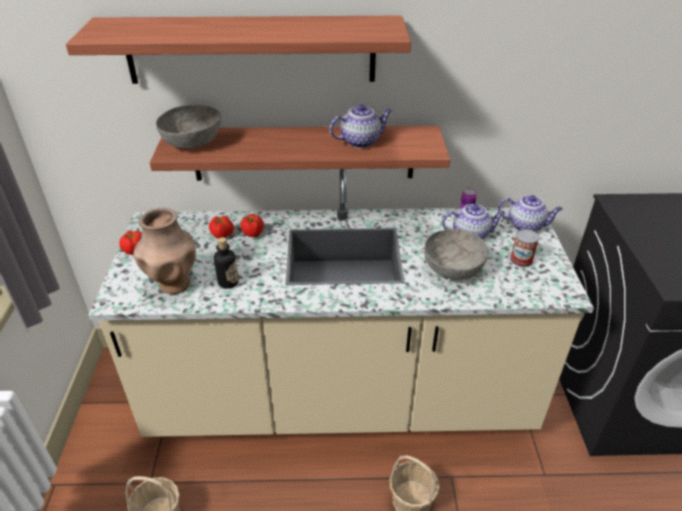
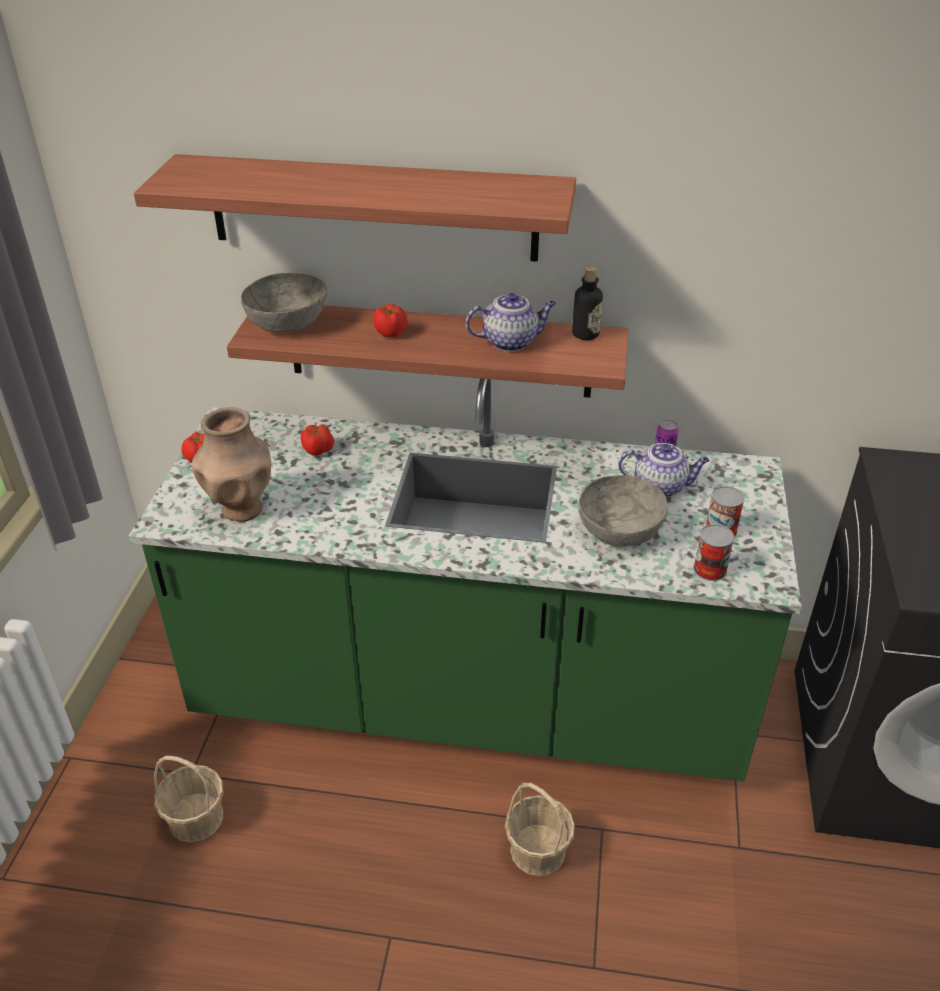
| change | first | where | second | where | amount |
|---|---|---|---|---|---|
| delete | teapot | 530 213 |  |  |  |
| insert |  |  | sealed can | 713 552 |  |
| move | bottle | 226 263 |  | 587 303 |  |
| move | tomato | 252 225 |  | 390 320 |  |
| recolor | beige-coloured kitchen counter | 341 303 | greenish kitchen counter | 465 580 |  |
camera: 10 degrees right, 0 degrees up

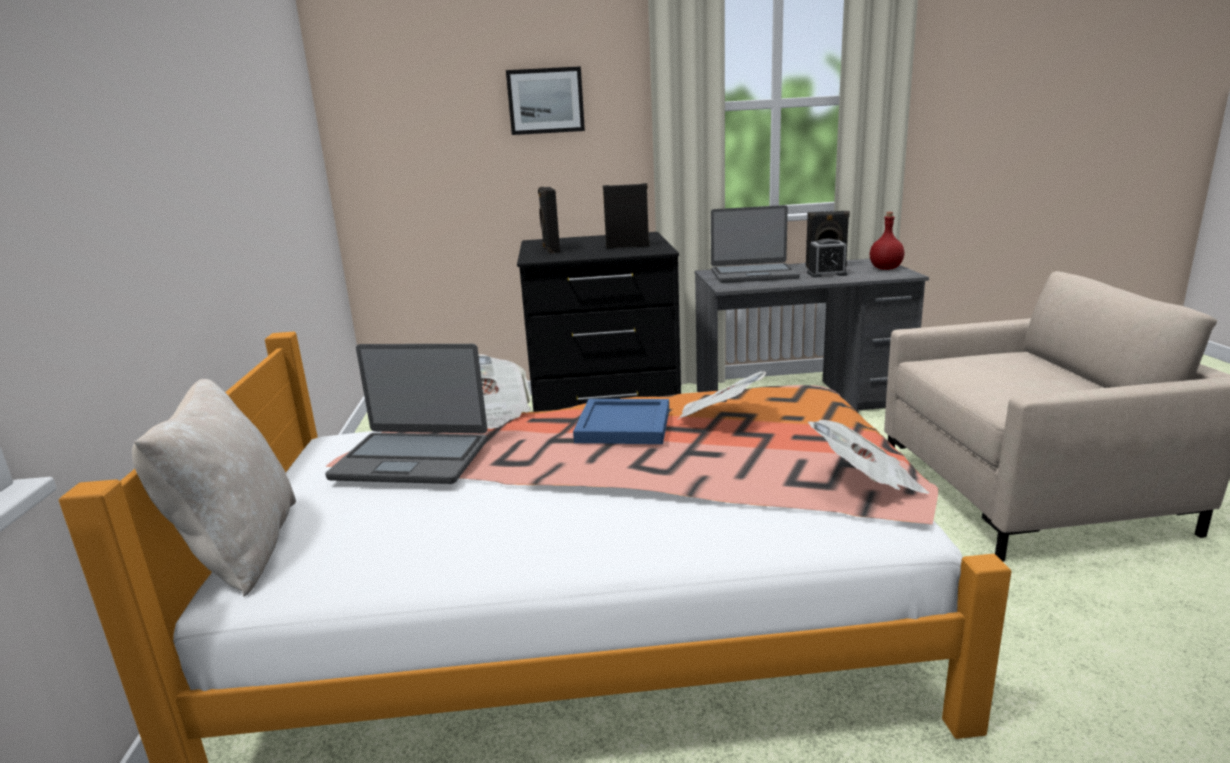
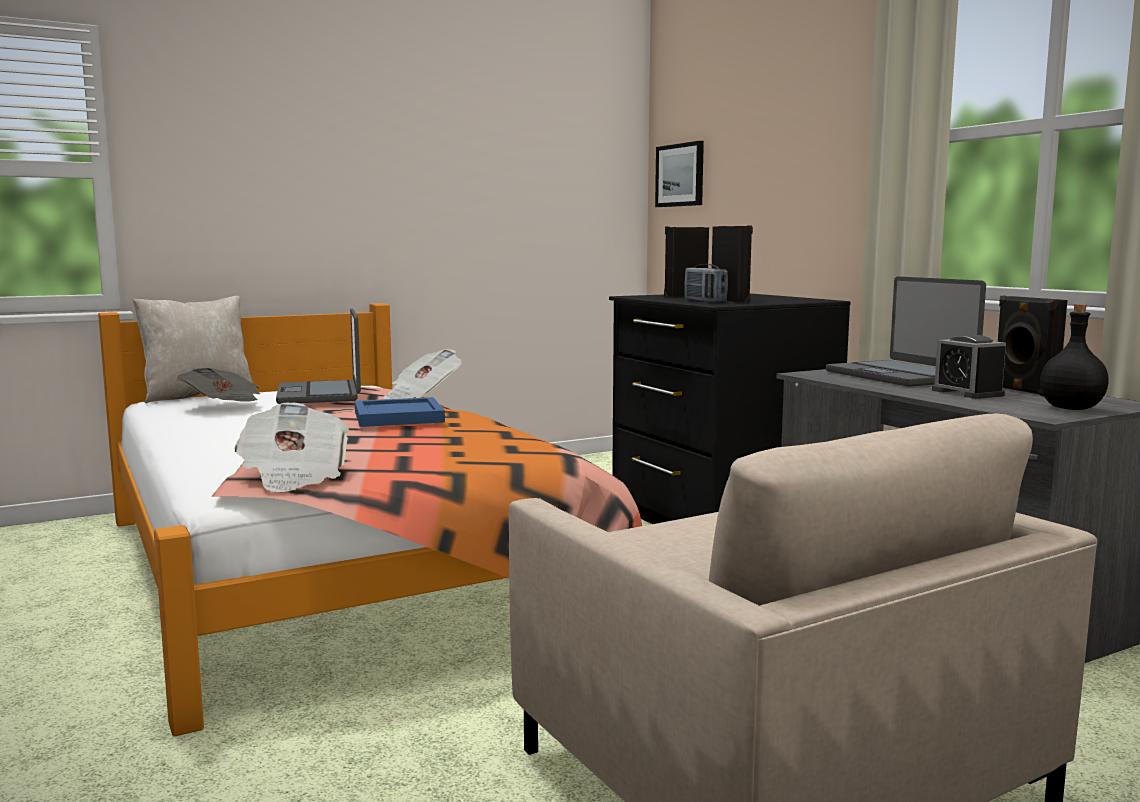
| change | first | where | second | where | amount |
|---|---|---|---|---|---|
| insert |  |  | radio | 706 283 |  |
| move | picture | 545 100 |  | 679 174 |  |
| move | daily paper | 722 394 |  | 218 385 |  |
| recolor | red-coloured bottle | 887 241 | black-coloured bottle | 1074 357 |  |
camera: 65 degrees right, 10 degrees down

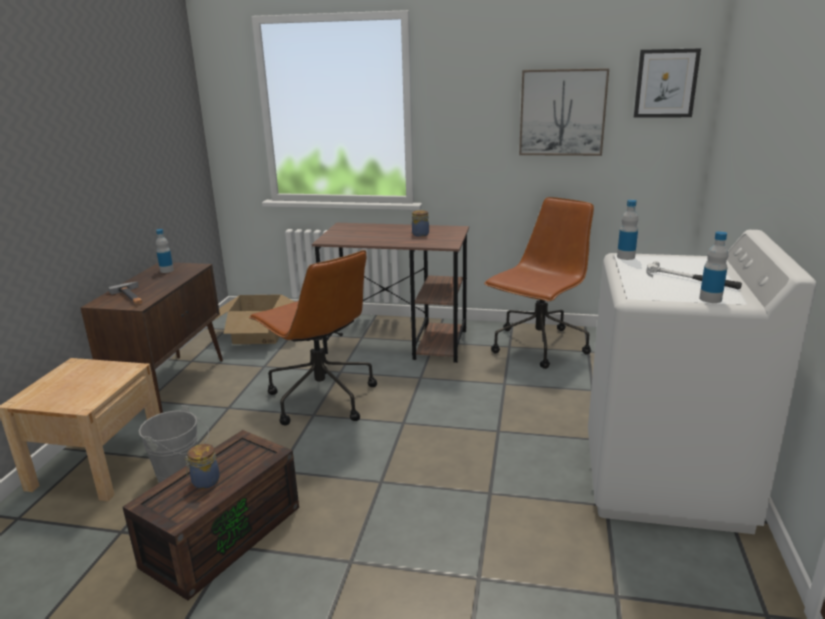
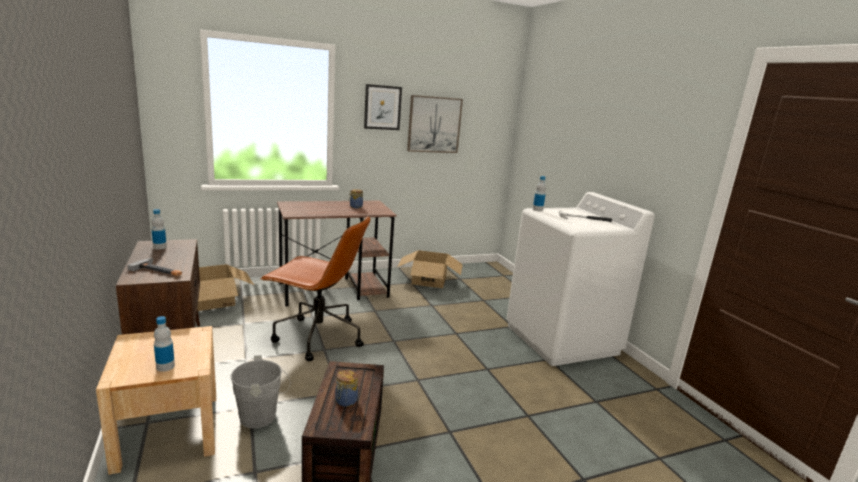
| change | first | where | second | where | amount |
|---|---|---|---|---|---|
| move | picture | 667 83 |  | 383 107 |  |
| move | bottle | 713 267 |  | 164 344 |  |
| replace | brownish office chair | 539 283 | packing box | 430 269 |  |
camera: 35 degrees left, 5 degrees down

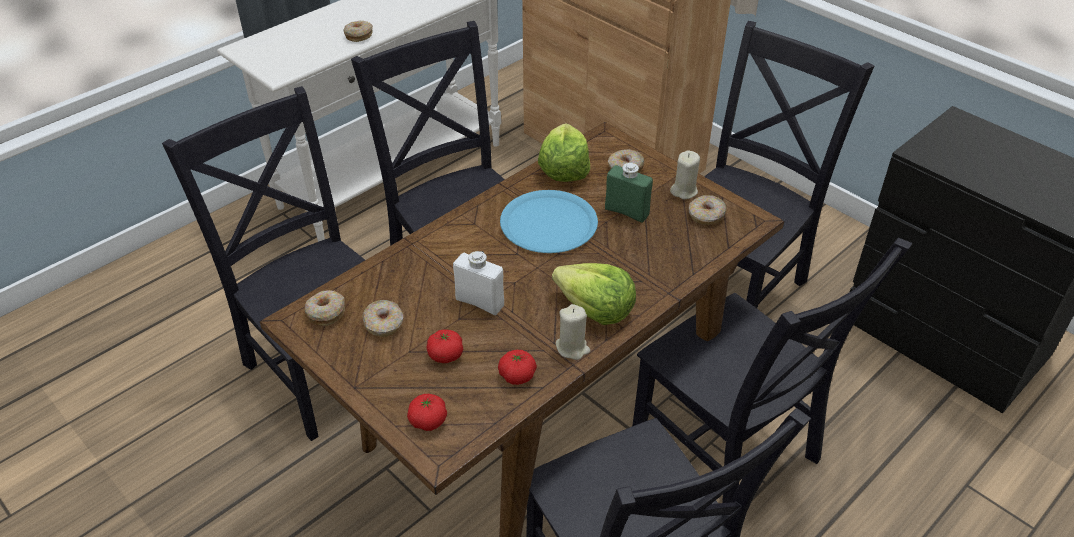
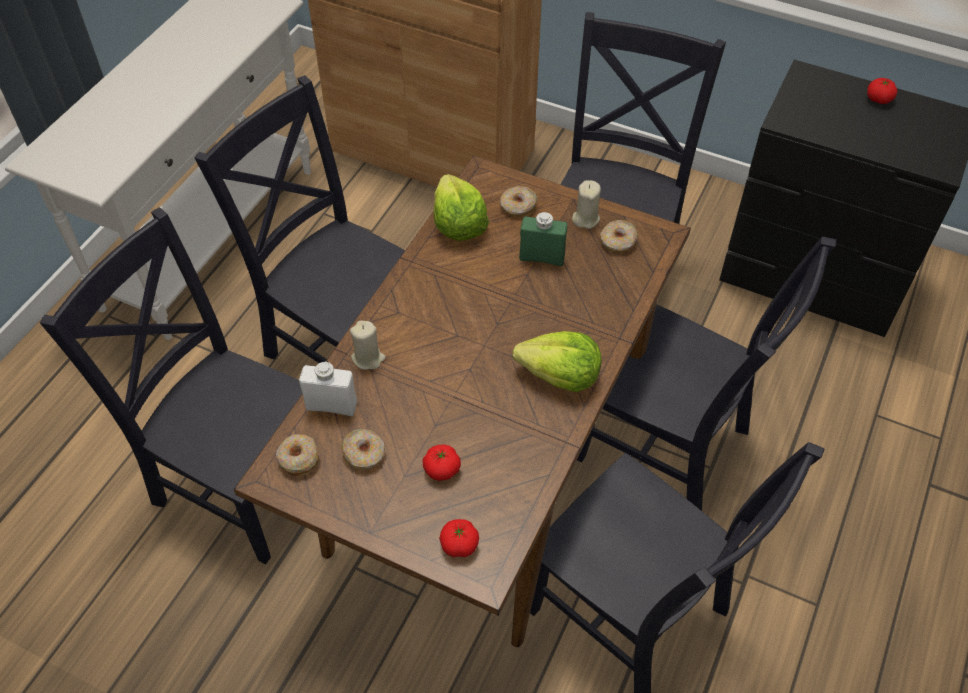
| change | first | where | second | where | amount |
|---|---|---|---|---|---|
| delete | ring doughnut | 358 31 |  |  |  |
| delete | blue-coloured dinner plate | 549 221 |  |  |  |
| move | white bottle | 478 283 |  | 328 388 |  |
| move | tomato | 517 367 |  | 882 91 |  |
| move | beige-coloured candle | 573 332 |  | 368 345 |  |
camera: 20 degrees left, 10 degrees up

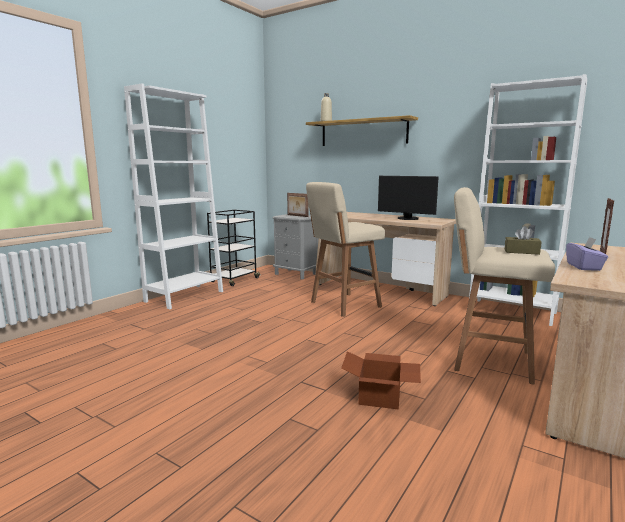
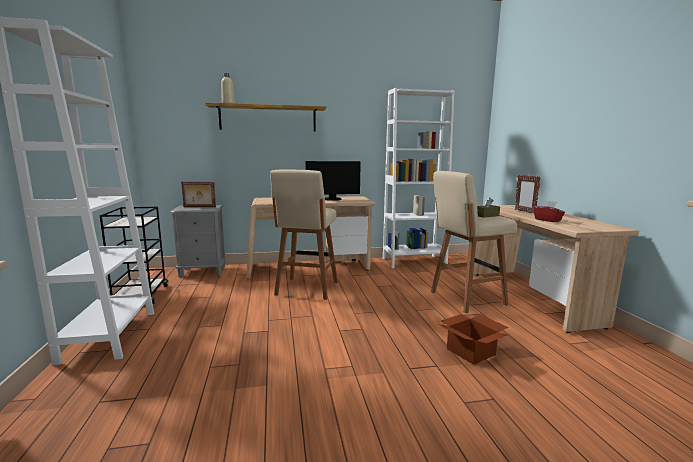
| change | first | where | second | where | amount |
|---|---|---|---|---|---|
| recolor | purplish box of tissues | 587 254 | red-coloured box of tissues | 549 211 |  |
camera: 45 degrees left, 0 degrees up

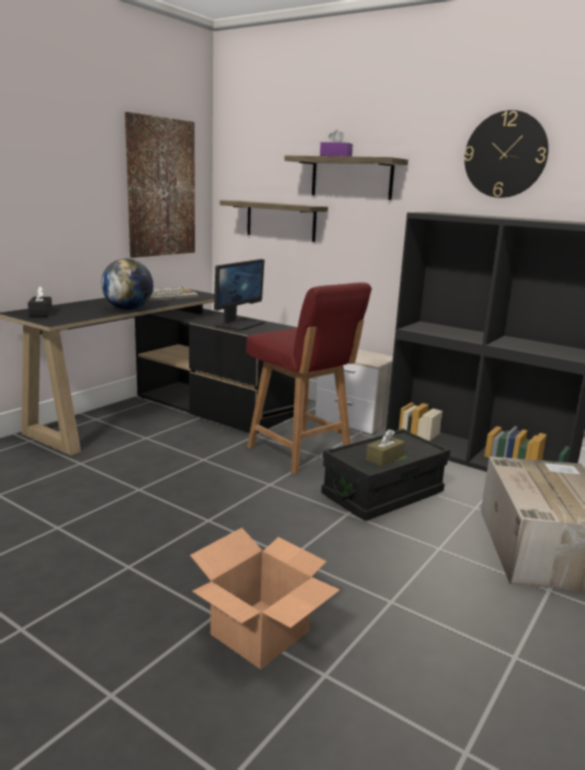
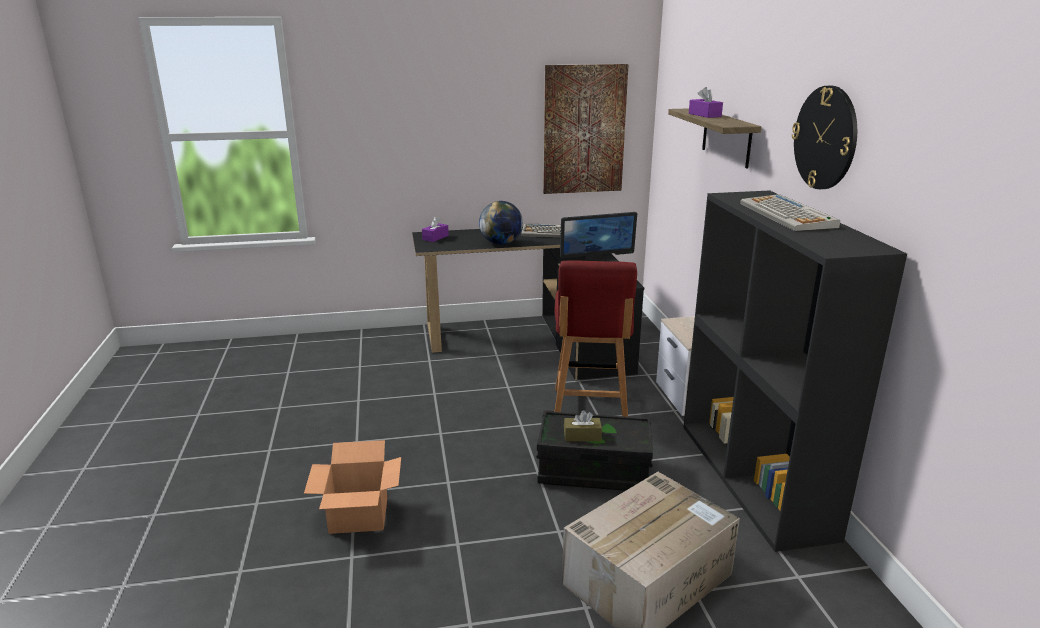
| change | first | where | second | where | amount |
|---|---|---|---|---|---|
| delete | wall shelf | 274 221 |  |  |  |
| insert |  |  | PC keyboard | 790 212 |  |
| recolor | black-coloured box of tissues | 40 301 | purplish box of tissues | 435 229 |  |
camera: 45 degrees right, 5 degrees up

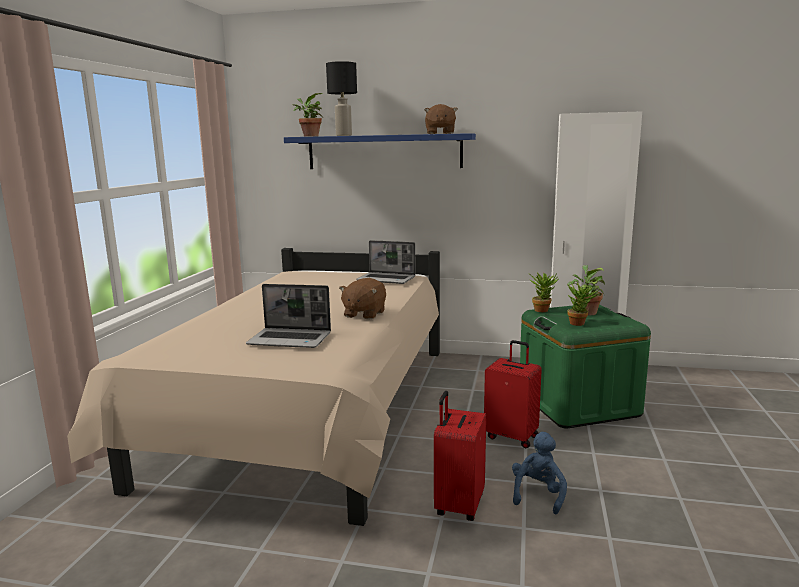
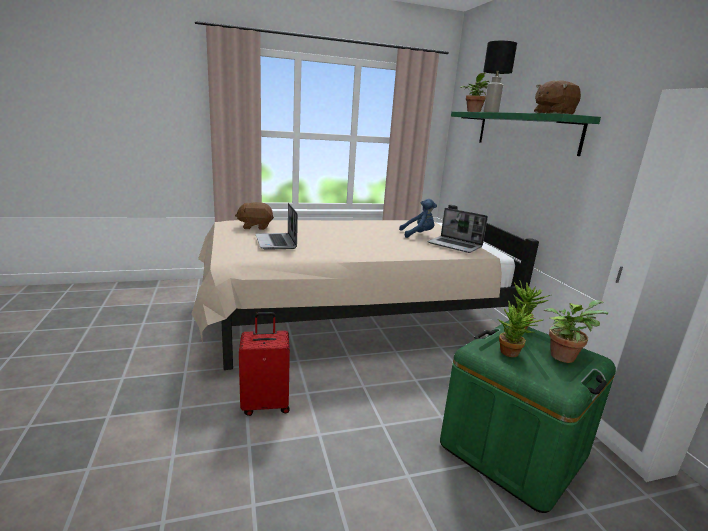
| change | first | where | second | where | amount |
|---|---|---|---|---|---|
| delete | red-coloured piece of luggage | 513 394 |  |  |  |
| move | brownish cuddly toy | 362 299 |  | 254 216 |  |
| move | blue-coloured cuddly toy | 539 473 |  | 418 218 |  |
| recolor | blue-coloured wall shelf | 380 151 | greenish wall shelf | 526 134 |  |
| rotate | notebook computer | 386 262 |  | 457 230 | 45 degrees counterclockwise |
camera: 60 degrees right, 5 degrees up

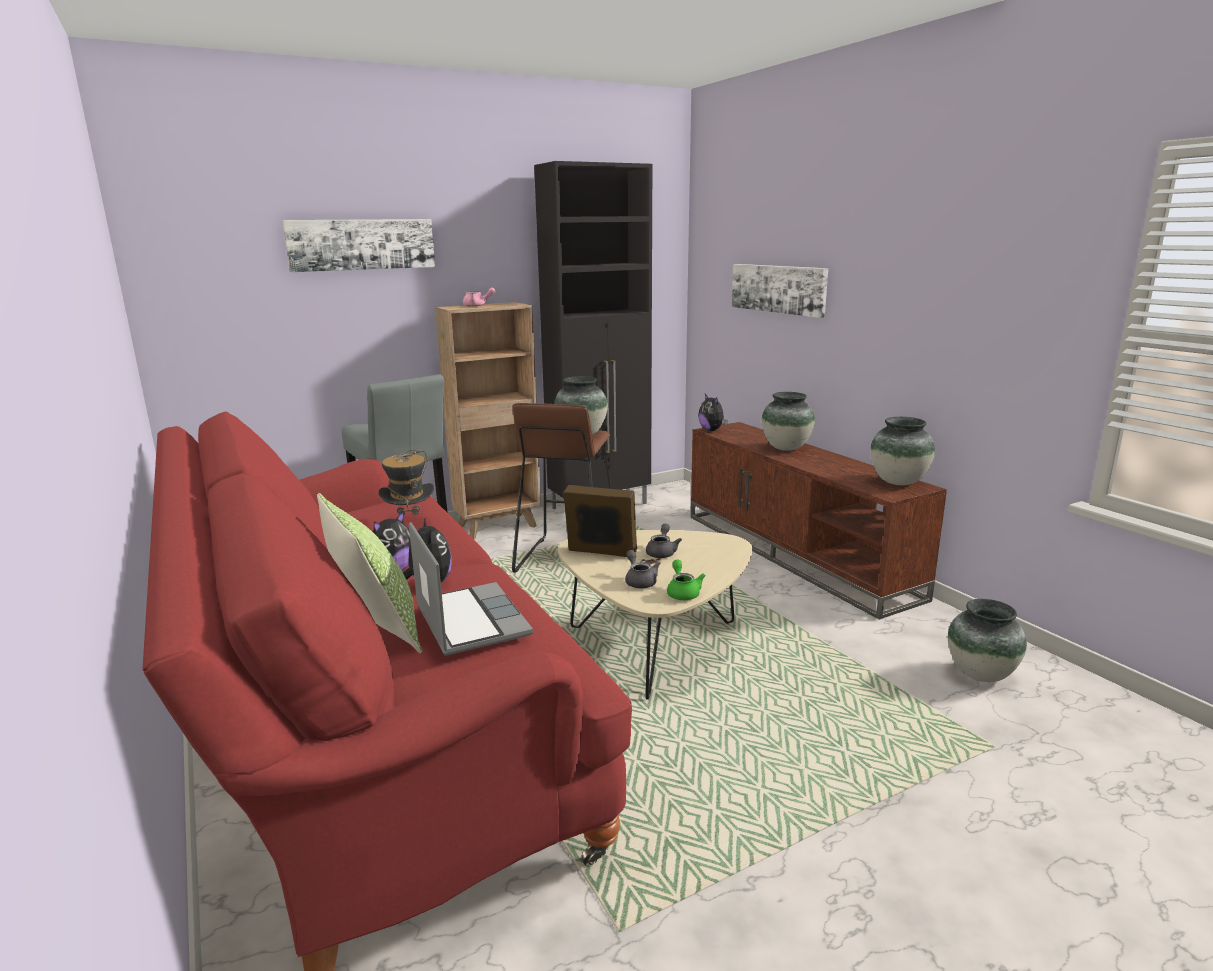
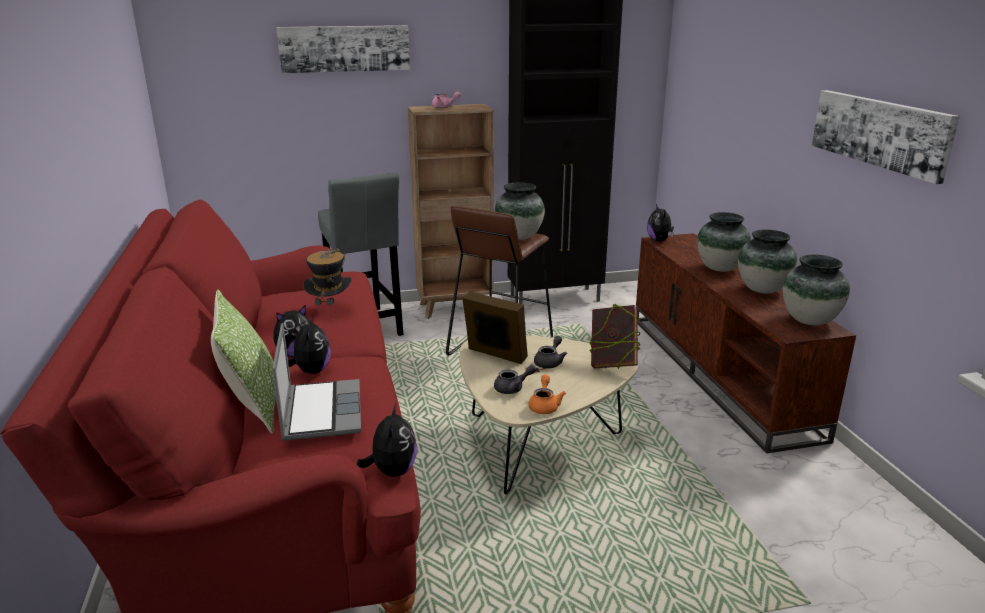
| change | first | where | second | where | amount |
|---|---|---|---|---|---|
| insert |  |  | cuddly toy | 387 440 |  |
| insert |  |  | bound book | 615 336 |  |
| move | picture | 780 291 |  | 886 137 |  |
| move | flower vase | 987 640 |  | 767 261 |  |
| recolor | greenish teapot | 686 580 | orangey teapot | 547 394 |  |
| rotate | greyish teapot | 642 569 |  | 515 379 | 75 degrees clockwise |
camera: 15 degrees right, 5 degrees up

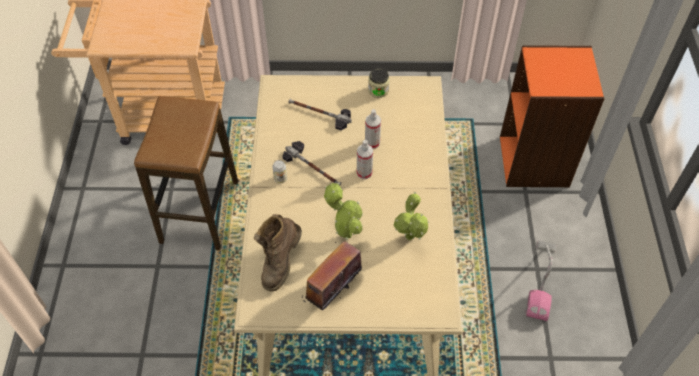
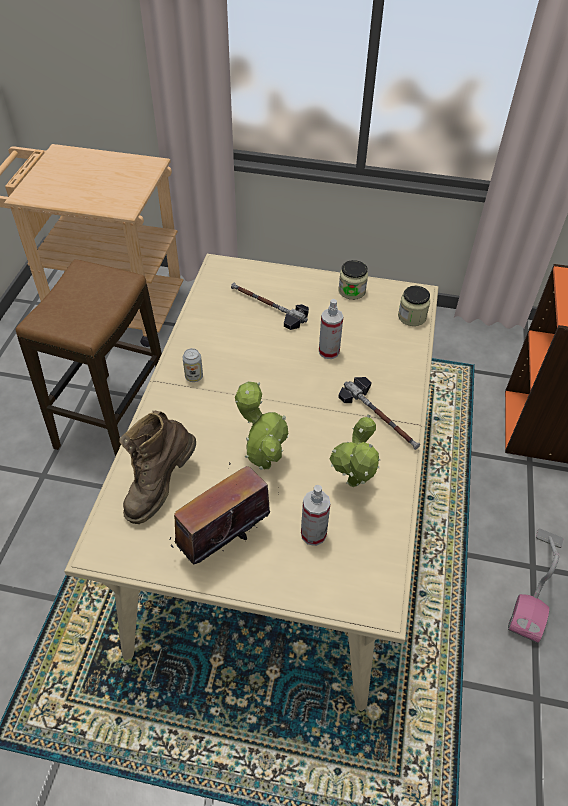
| change | first | where | second | where | amount |
|---|---|---|---|---|---|
| insert |  |  | jar | 414 306 |  |
| move | hammer | 311 163 |  | 379 413 |  |
| move | sprayer | 365 159 |  | 315 515 |  |
camera: 10 degrees right, 5 degrees down

